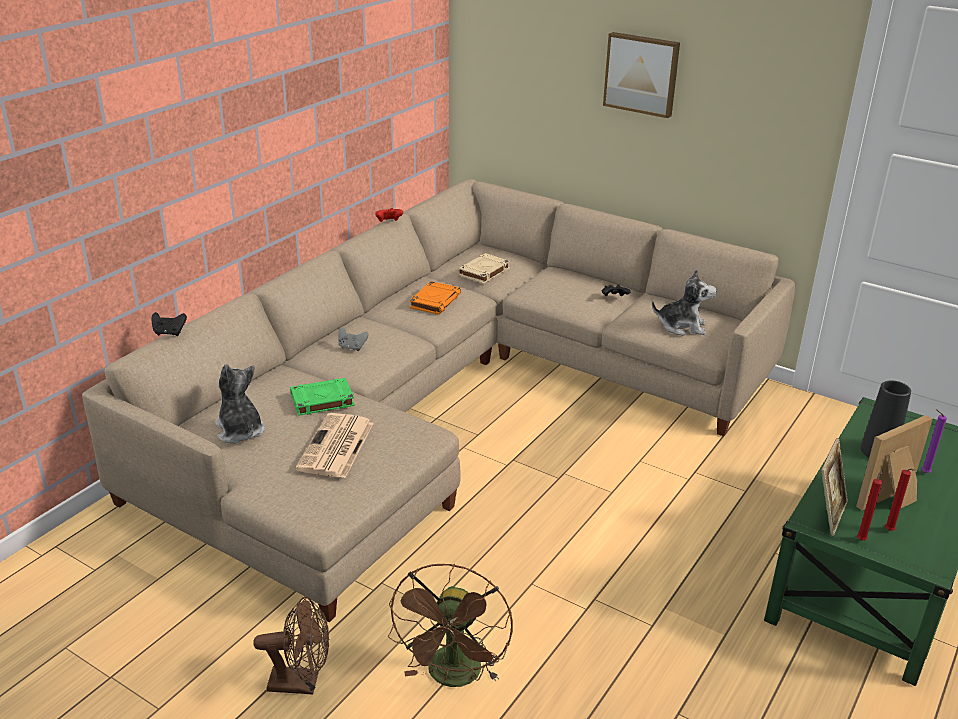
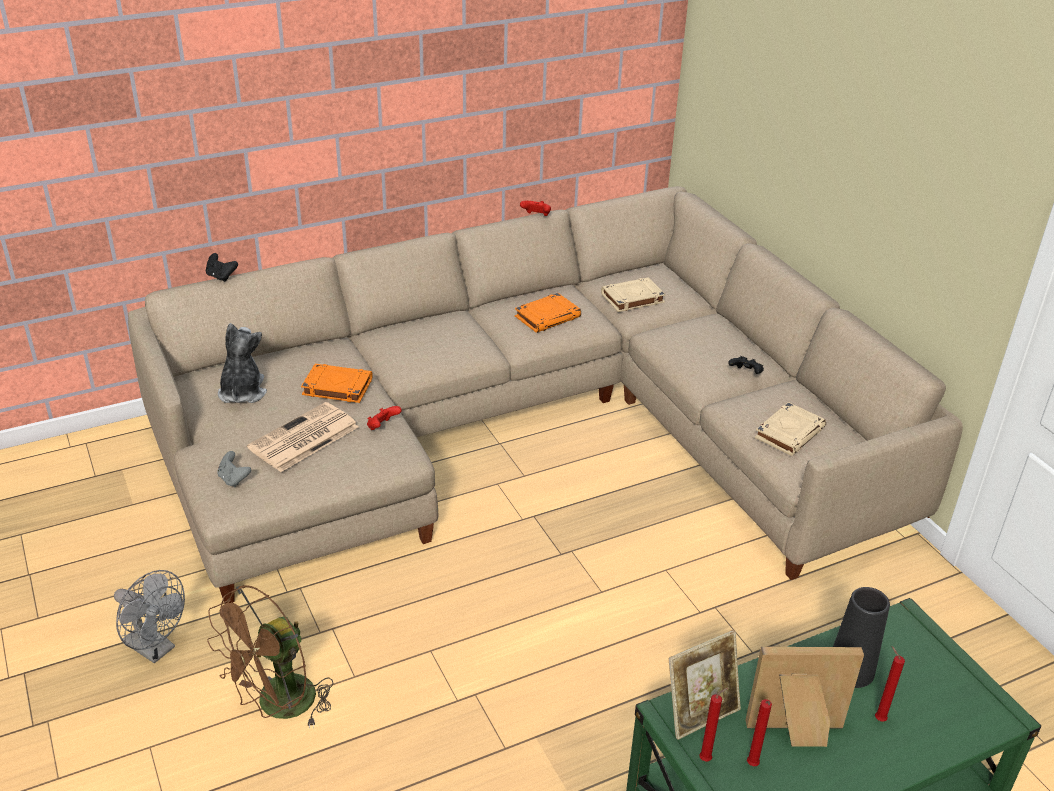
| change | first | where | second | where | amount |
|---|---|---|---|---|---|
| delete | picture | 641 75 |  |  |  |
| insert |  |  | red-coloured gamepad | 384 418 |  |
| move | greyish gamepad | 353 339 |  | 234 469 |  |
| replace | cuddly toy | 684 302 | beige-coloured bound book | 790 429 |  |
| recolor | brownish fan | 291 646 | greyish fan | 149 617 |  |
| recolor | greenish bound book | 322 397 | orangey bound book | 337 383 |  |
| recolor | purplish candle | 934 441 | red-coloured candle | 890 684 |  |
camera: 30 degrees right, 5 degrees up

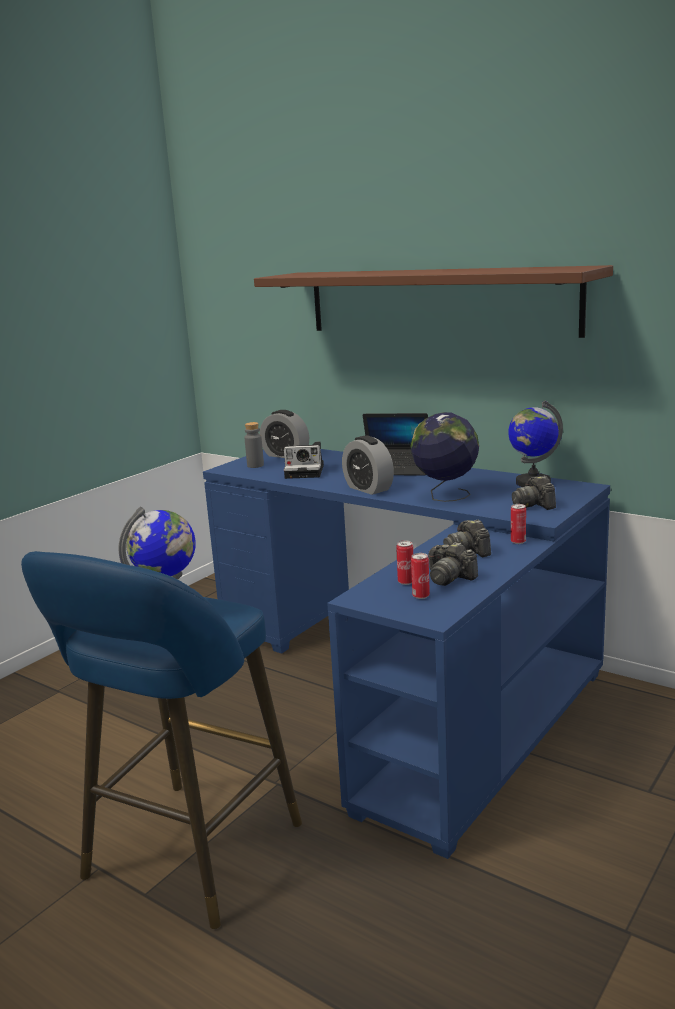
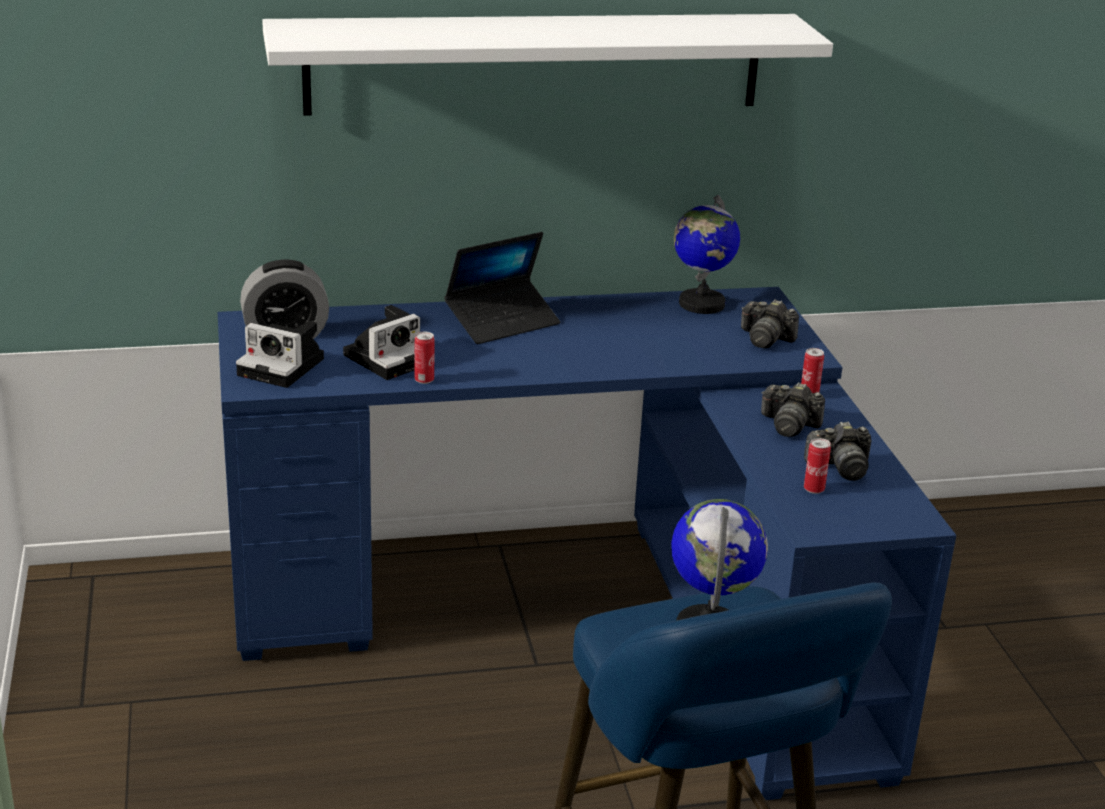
| change | first | where | second | where | amount |
|---|---|---|---|---|---|
| delete | alarm clock | 368 465 |  |  |  |
| delete | globe | 444 457 |  |  |  |
| move | sealed can | 420 576 |  | 425 358 |  |
| replace | greyish bottle | 254 445 | photo camera | 280 354 |  |
| recolor | brownish wall shelf | 433 301 | white wall shelf | 547 65 |  |
camera: 50 degrees left, 10 degrees up

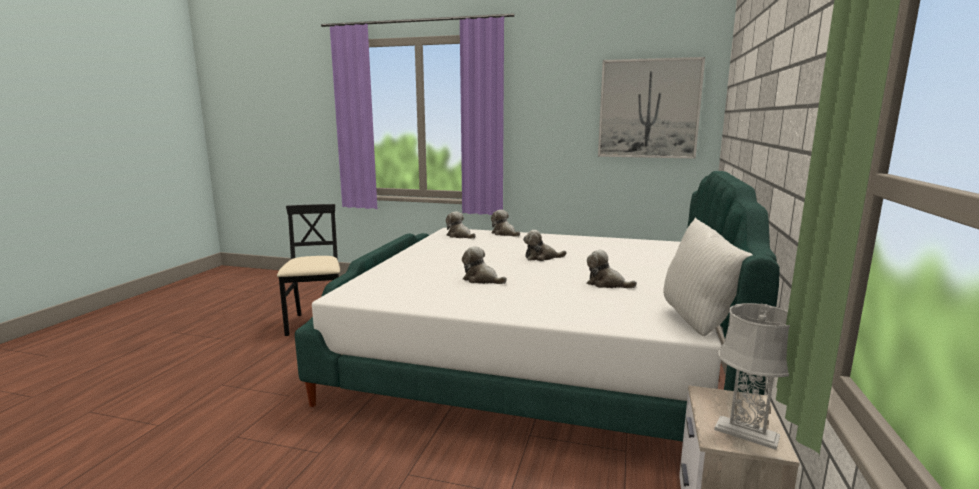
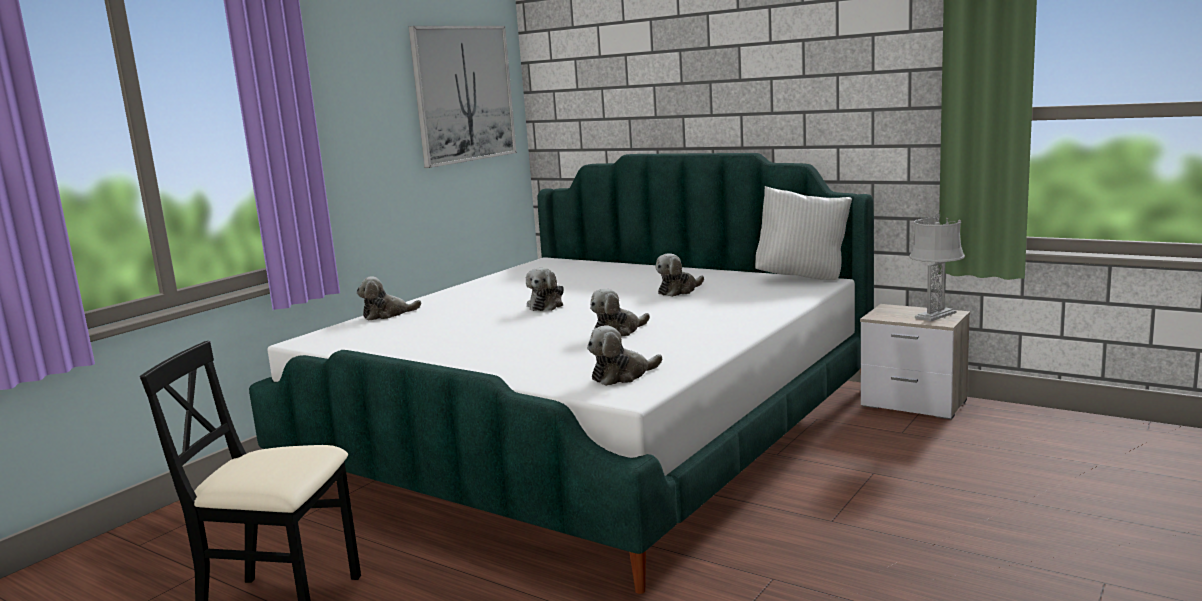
| change | first | where | second | where | amount |
|---|---|---|---|---|---|
| move | cuddly toy | 461 225 |  | 624 355 |  |
camera: 70 degrees left, 0 degrees up

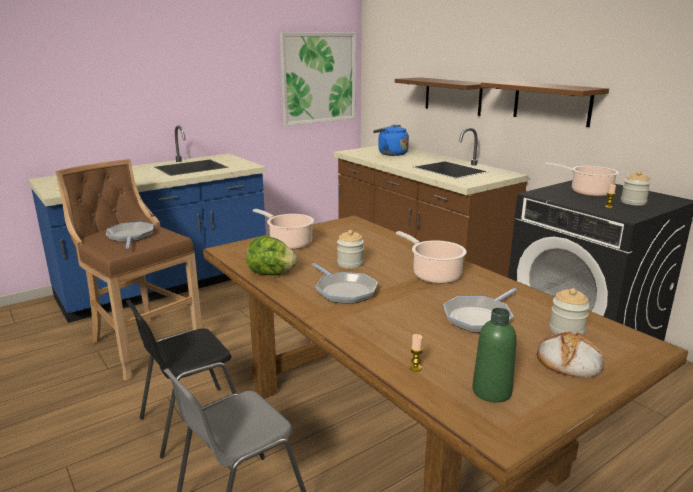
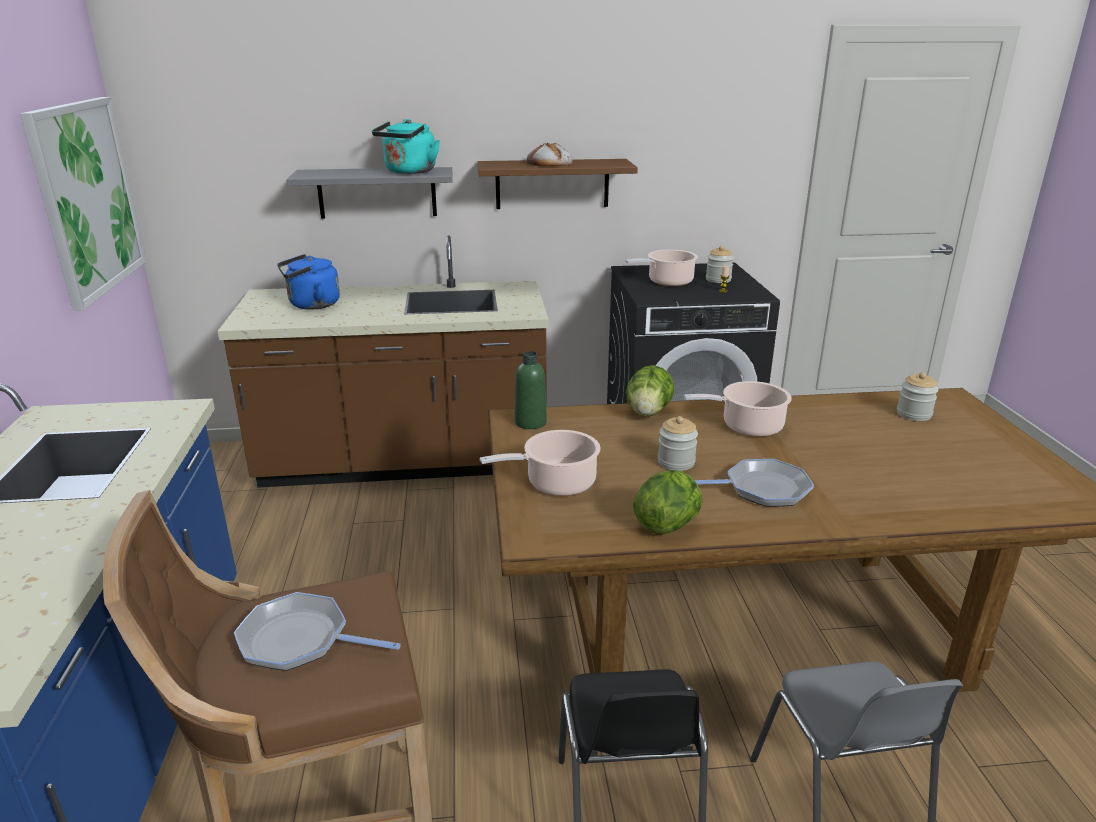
| change | first | where | second | where | amount |
|---|---|---|---|---|---|
| delete | candle | 416 353 |  |  |  |
| delete | frying pan | 480 310 |  |  |  |
| insert |  |  | blue-green water kettle | 406 146 |  |
| insert |  |  | lettuce head | 650 391 |  |
| move | greenish bottle | 494 355 |  | 531 390 |  |
| move | baked bread | 570 355 |  | 549 154 |  |
| recolor | brownish wall shelf | 440 96 | greyish wall shelf | 369 193 |  |
camera: 60 degrees left, 5 degrees up

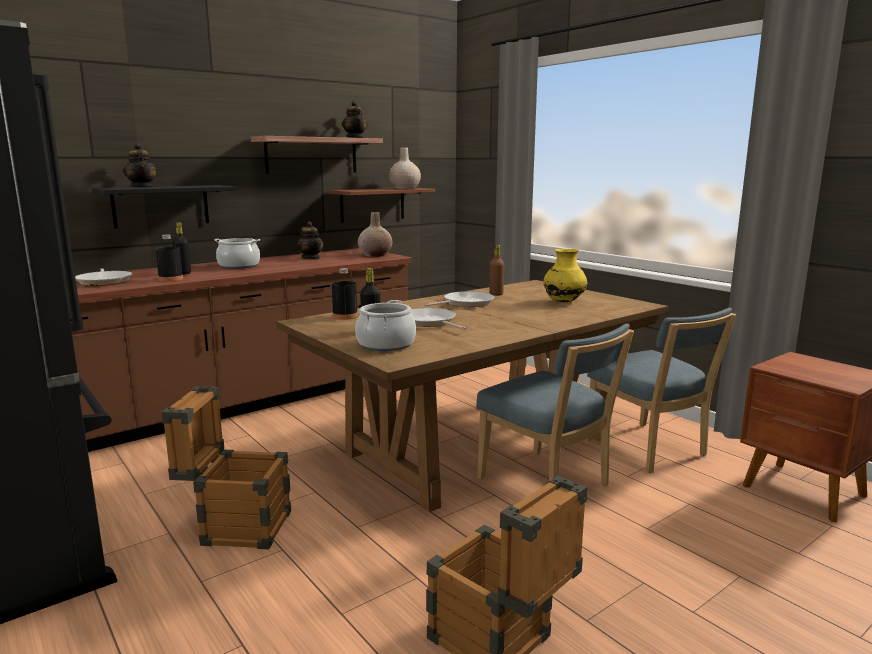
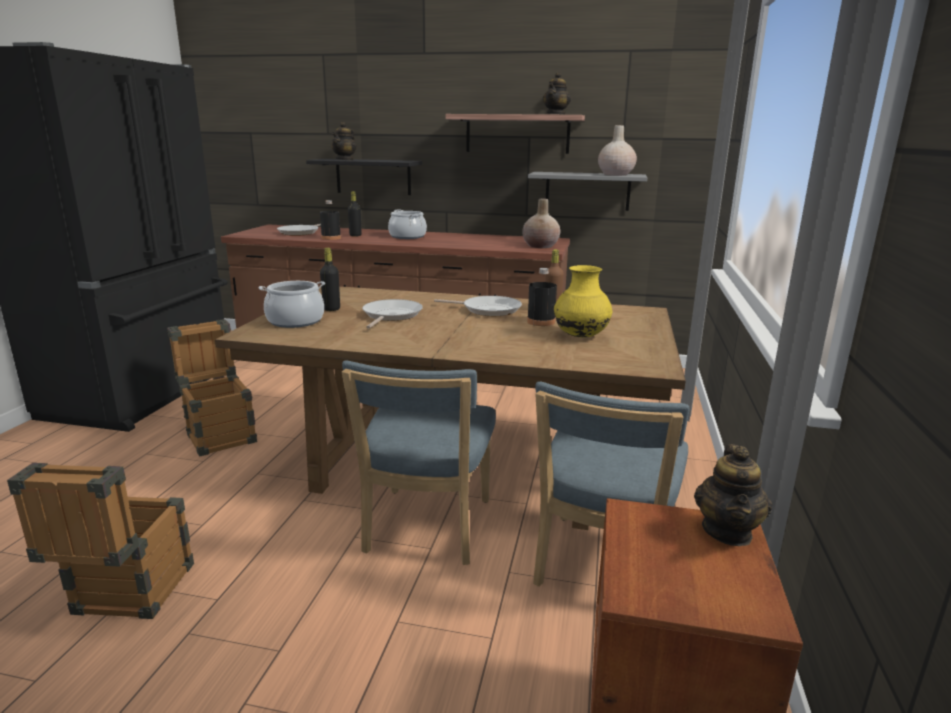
| change | first | where | second | where | amount |
|---|---|---|---|---|---|
| move | teapot | 310 240 |  | 733 495 |  |
| move | black-coloured bottle | 345 294 |  | 542 297 |  |
| recolor | brownish wall shelf | 382 205 | greyish wall shelf | 587 191 |  |
camera: 50 degrees right, 5 degrees up

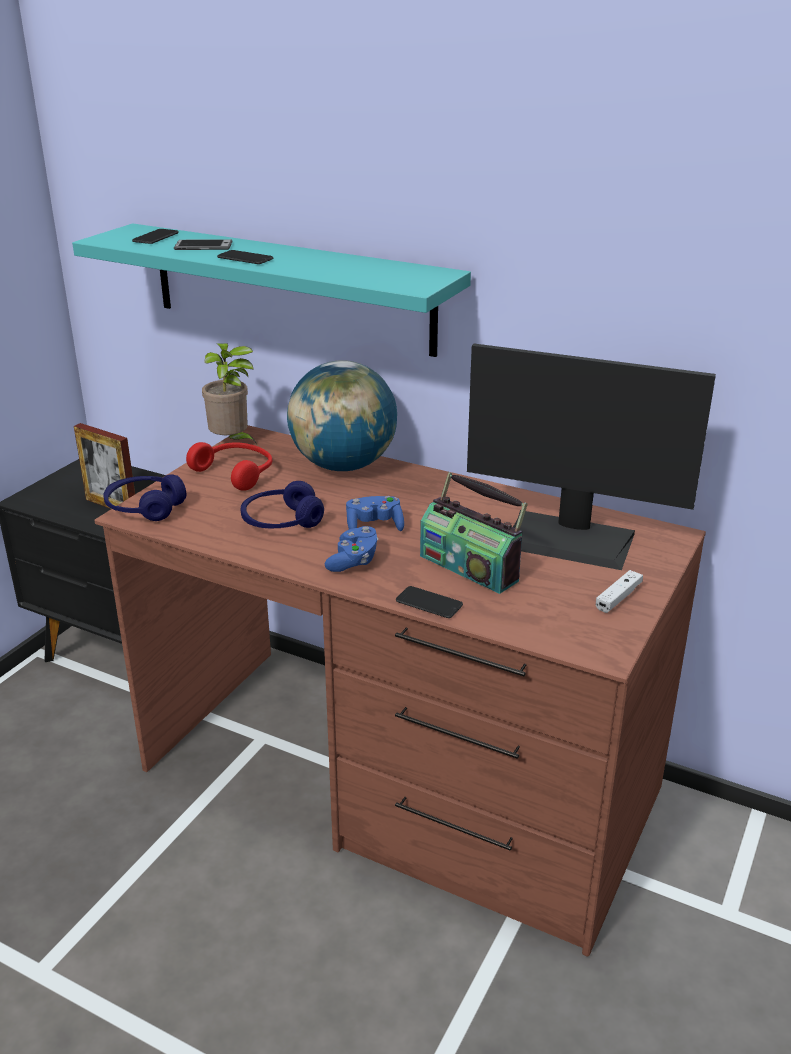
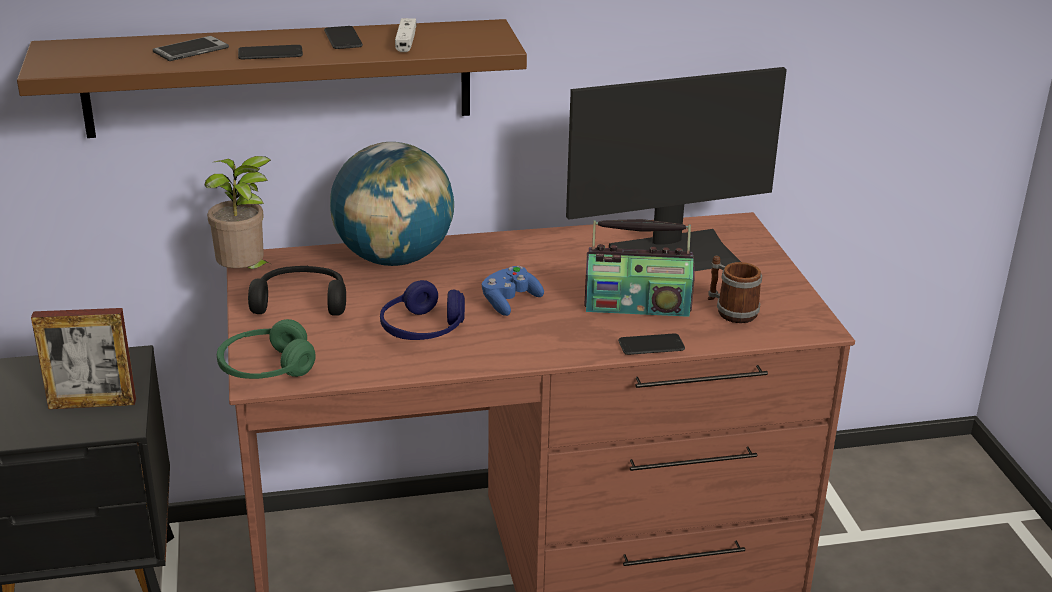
| change | first | where | second | where | amount |
|---|---|---|---|---|---|
| delete | blue-coloured gamepad | 351 549 |  |  |  |
| insert |  |  | mug | 735 289 |  |
| move | phone | 155 236 |  | 343 37 |  |
| move | white gamepad | 619 591 |  | 405 35 |  |
| recolor | blue-green wall shelf | 271 290 | brownish wall shelf | 272 78 |  |
| recolor | blue-coloured headphones | 144 497 | greenish headphones | 266 349 |  |
| recolor | red-coloured headphones | 229 466 | black-coloured headphones | 297 291 |  |
camera: 40 degrees left, 0 degrees up

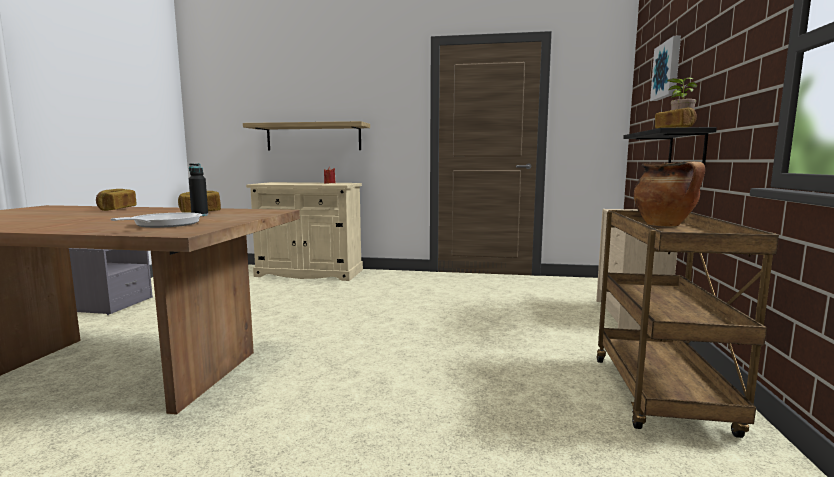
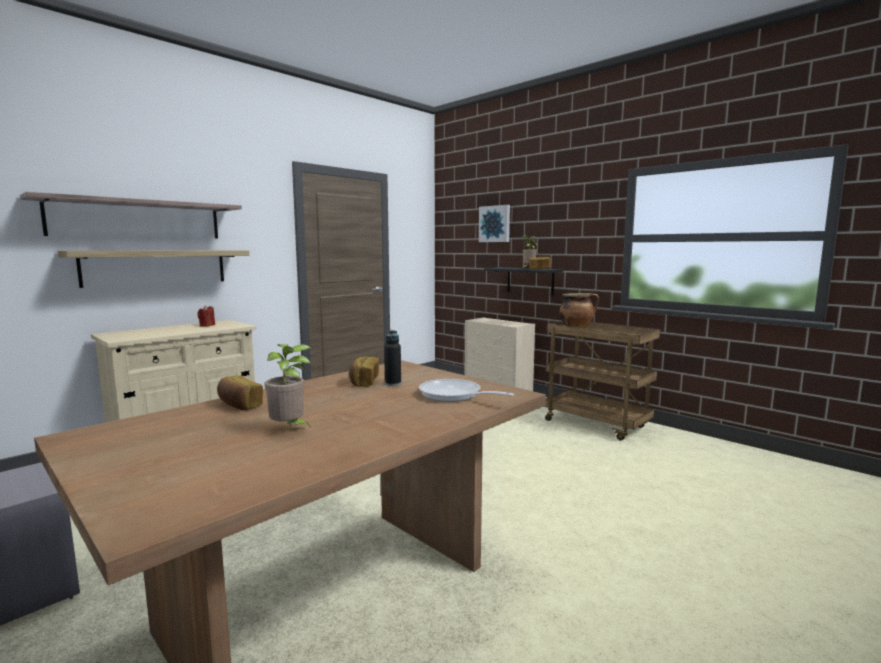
| change | first | where | second | where | amount |
|---|---|---|---|---|---|
| insert |  |  | wall shelf | 131 215 |  |
| insert |  |  | potted plant | 287 385 |  |
camera: 55 degrees left, 0 degrees up

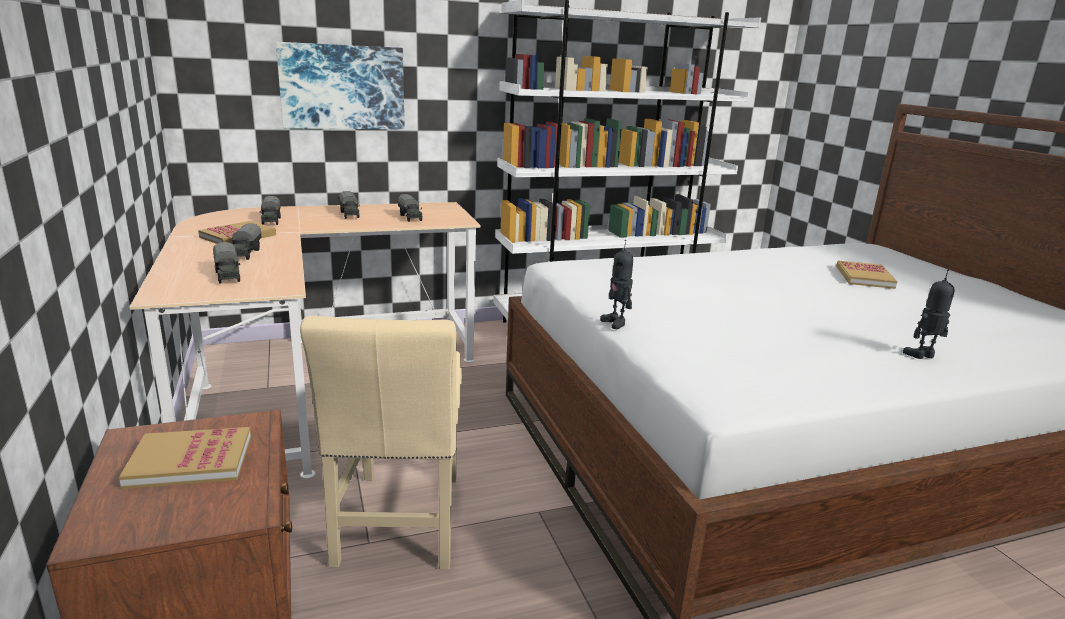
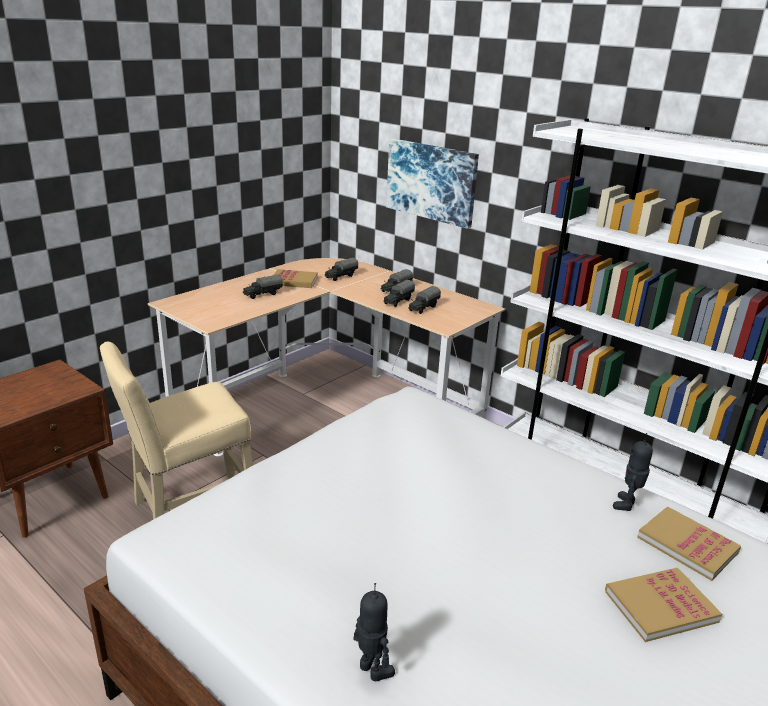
| change | first | where | second | where | amount |
|---|---|---|---|---|---|
| move | bound book | 185 458 |  | 689 543 |  |
| move | toy truck | 226 263 |  | 399 293 |  |
| move | robot figure | 616 284 |  | 633 472 |  |
camera: 60 degrees right, 5 degrees up

